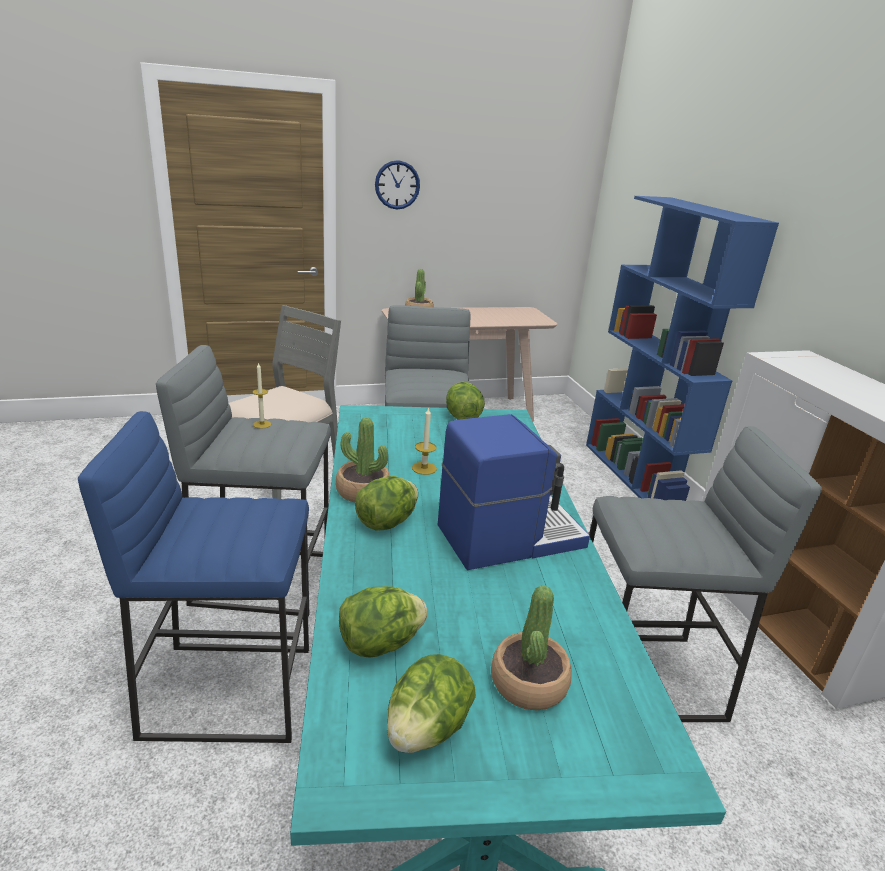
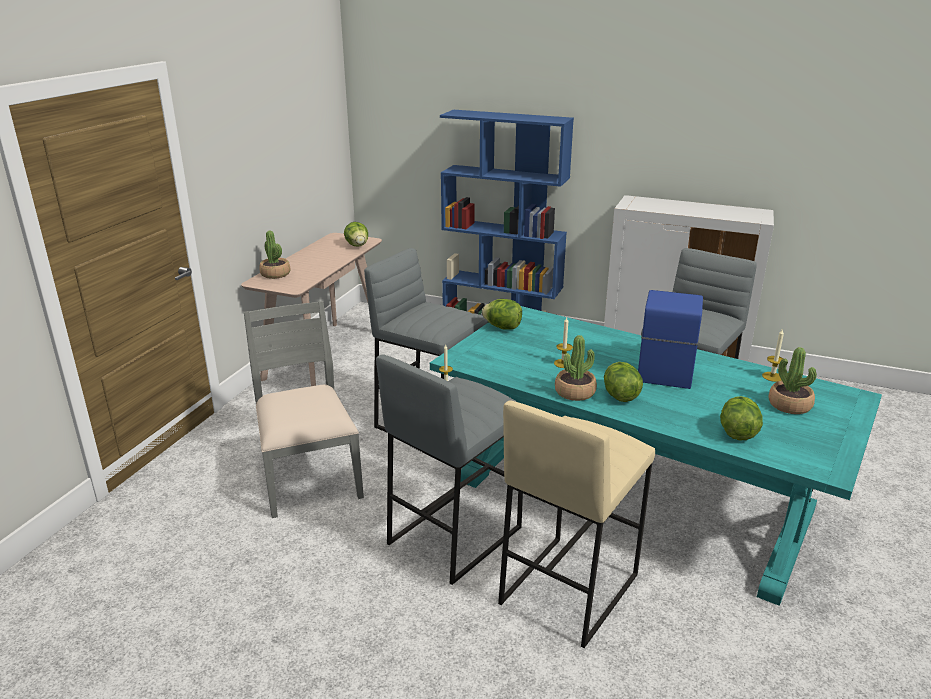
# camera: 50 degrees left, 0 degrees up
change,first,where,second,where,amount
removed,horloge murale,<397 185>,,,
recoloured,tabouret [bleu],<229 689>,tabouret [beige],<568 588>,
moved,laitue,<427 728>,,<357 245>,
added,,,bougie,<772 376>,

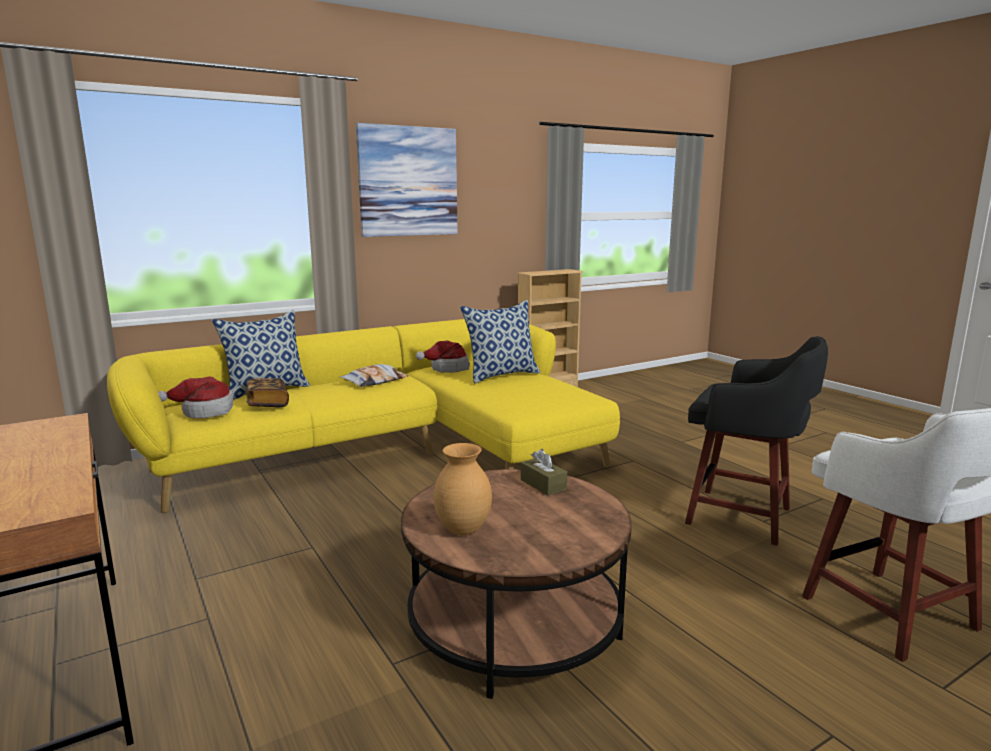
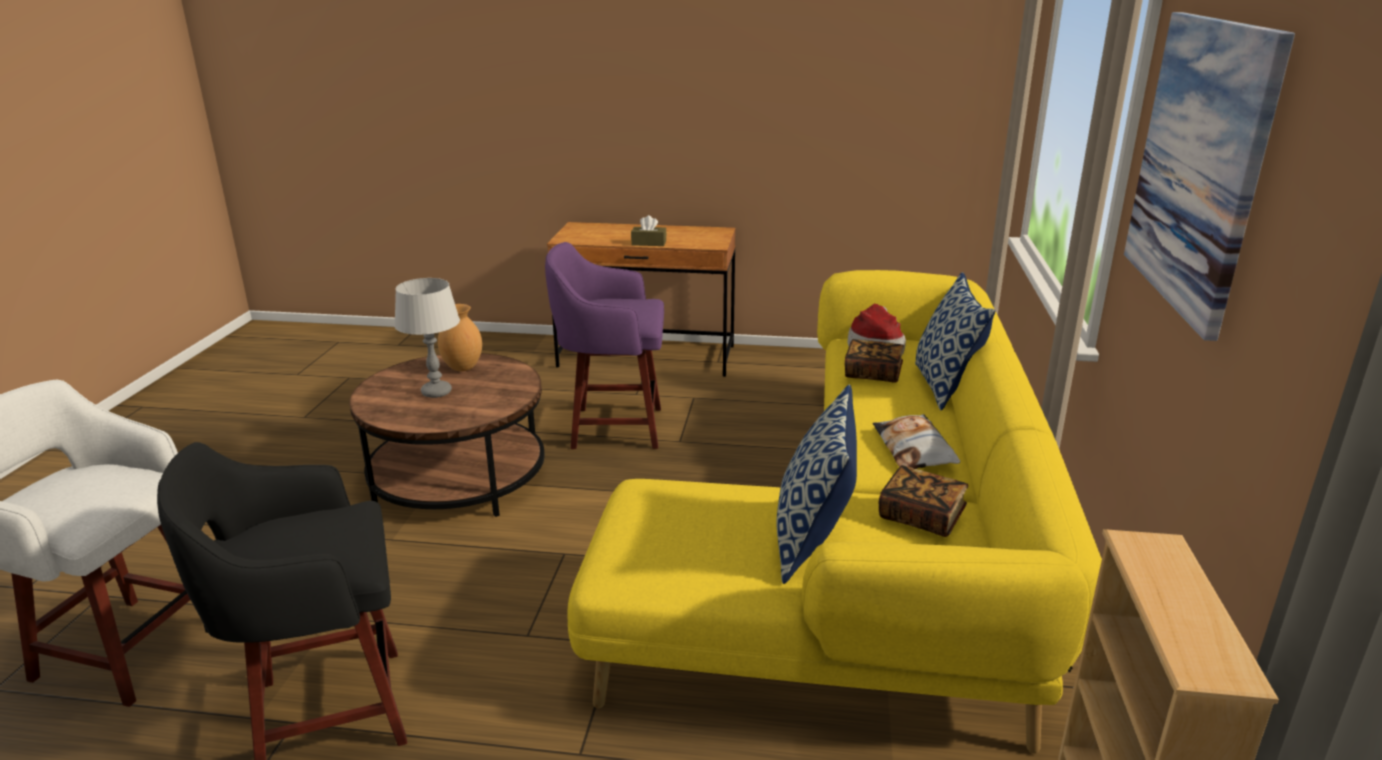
# camera: 130 degrees right, 10 degrees up
change,first,where,second,where,amount
replaced,chapeau,<447 368>,livre,<921 517>,
moved,boîte à mouchoirs [marron],<543 485>,,<649 243>,
added,,,tabouret [violet],<612 428>,
added,,,lampe de table [gris],<436 392>,

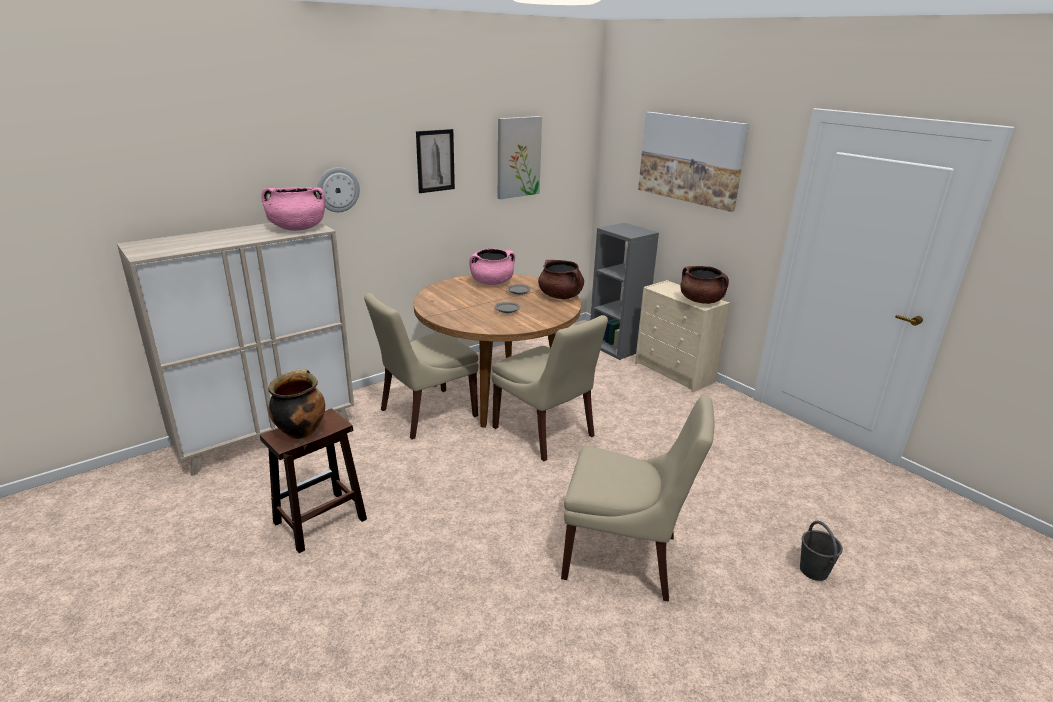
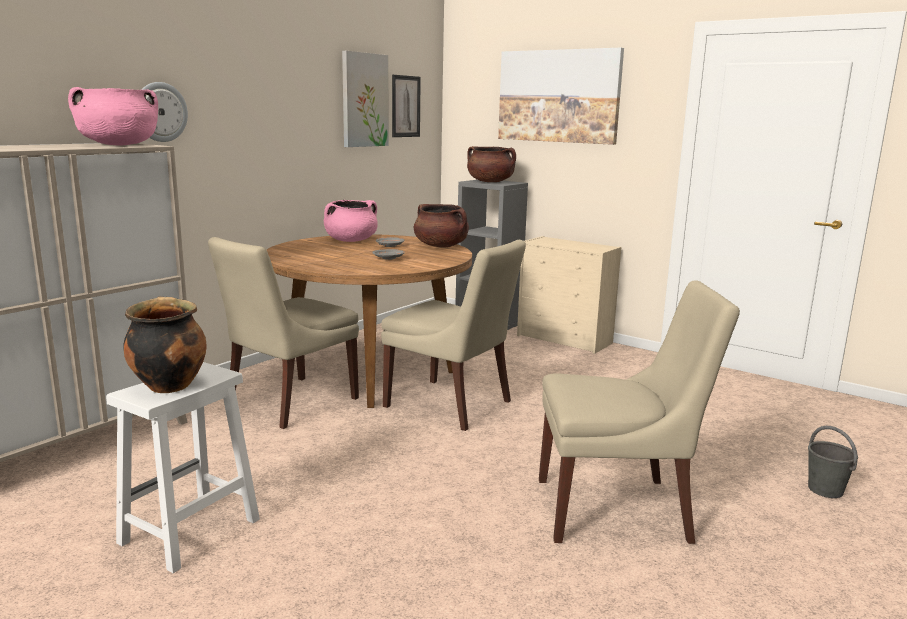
# camera: 15 degrees left, 10 degrees down
change,first,where,second,where,amount
moved,tableau,<435 161>,,<405 106>,
moved,marmite [marron],<701 301>,,<490 182>,
recoloured,tabouret [marron],<319 522>,tabouret [blanc],<188 532>,

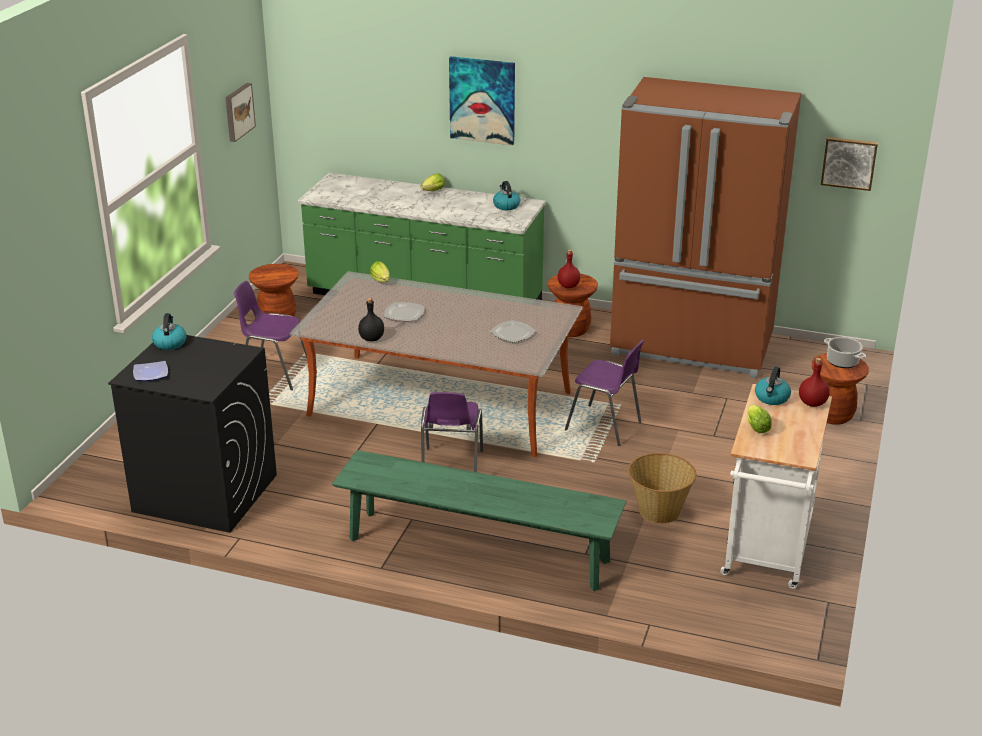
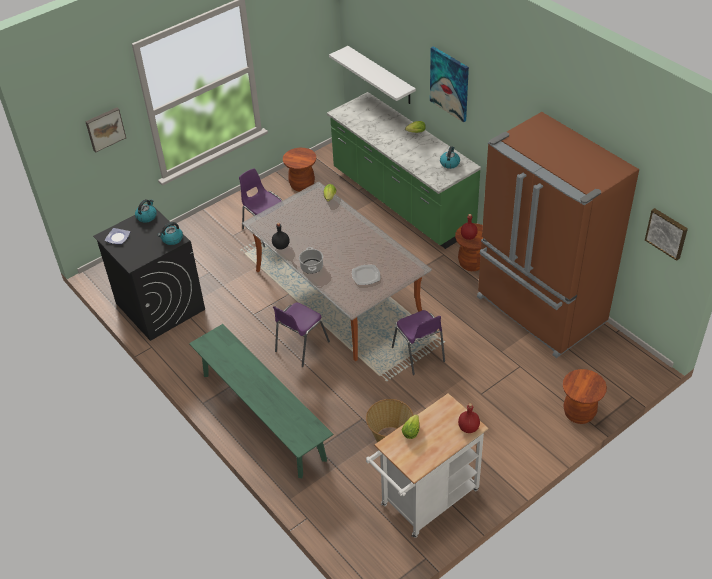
# camera: 35 degrees right, 15 degrees up
change,first,where,second,where,amount
moved,tableau,<238 111>,,<105 128>,
removed,assiette,<404 313>,,,
moved,marmite,<842 362>,,<311 267>,
moved,bouilloire,<772 398>,,<172 239>,
added,,,étagère [blanc],<381 75>,

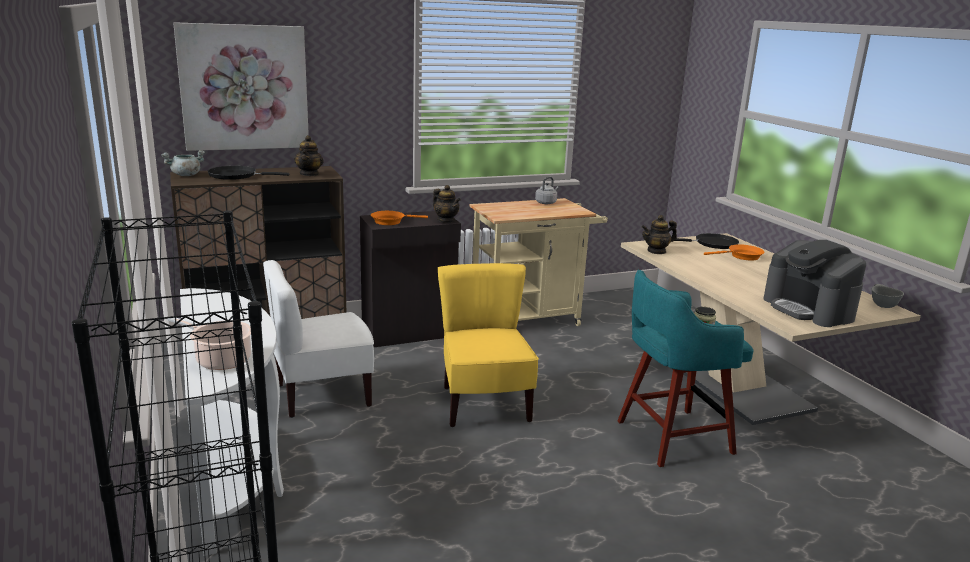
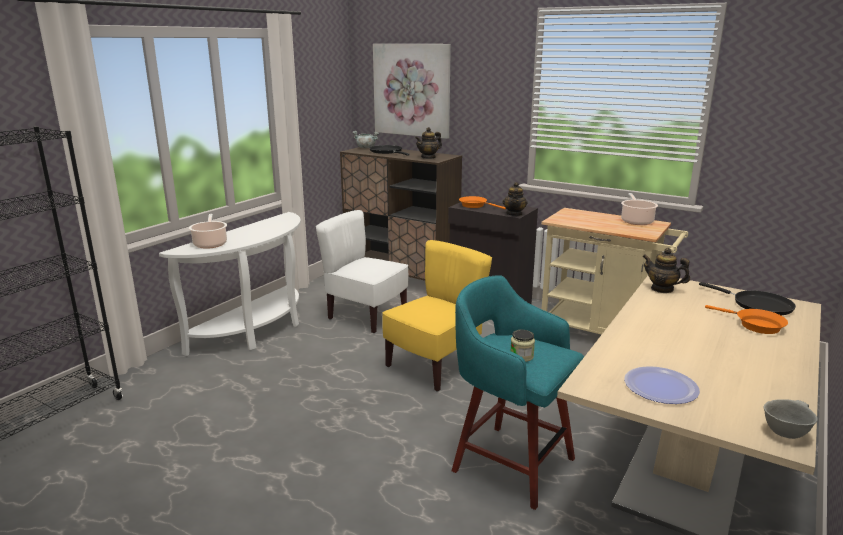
# camera: 55 degrees right, 0 degrees up
change,first,where,second,where,amount
replaced,bouilloire [gris],<546 202>,marmite,<636 221>,
replaced,machine à café,<809 309>,assiette,<661 387>,

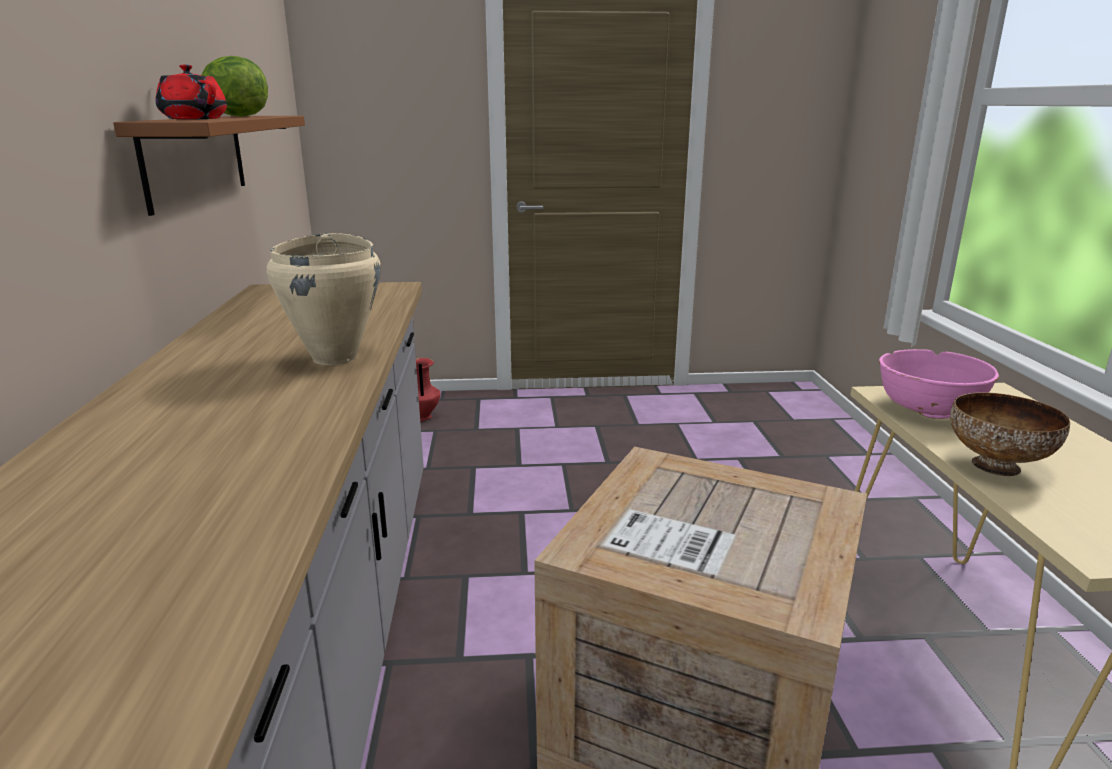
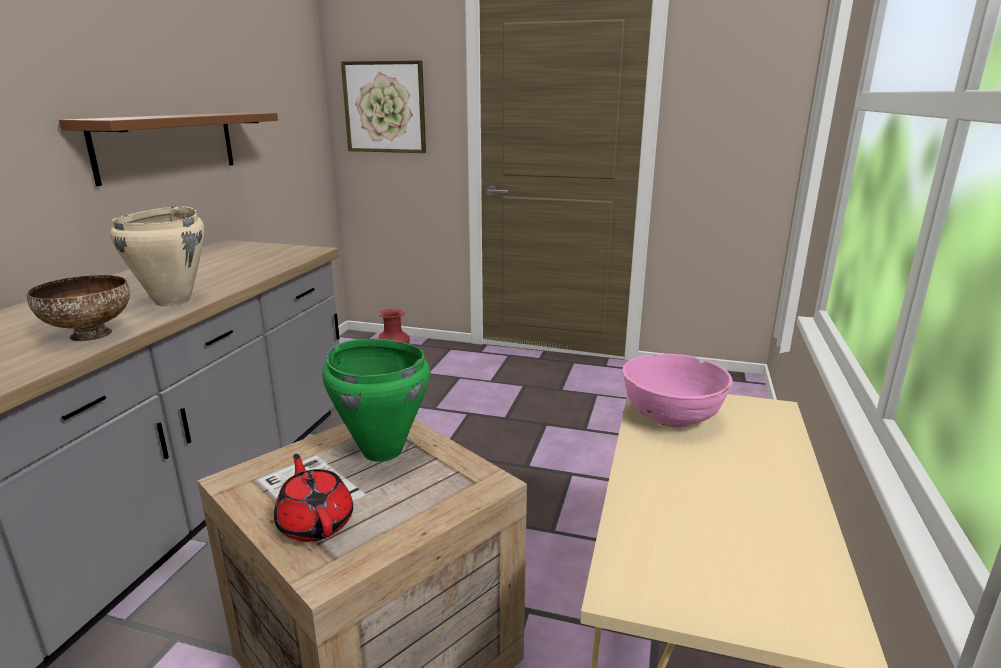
# camera: 20 degrees right, 0 degrees up
change,first,where,second,where,amount
removed,laitue,<236 116>,,,
moved,théière [rouge],<194 119>,,<315 523>,
moved,bol,<996 467>,,<89 335>,
added,,,tableau,<385 107>,
added,,,marmite [vert],<382 450>,

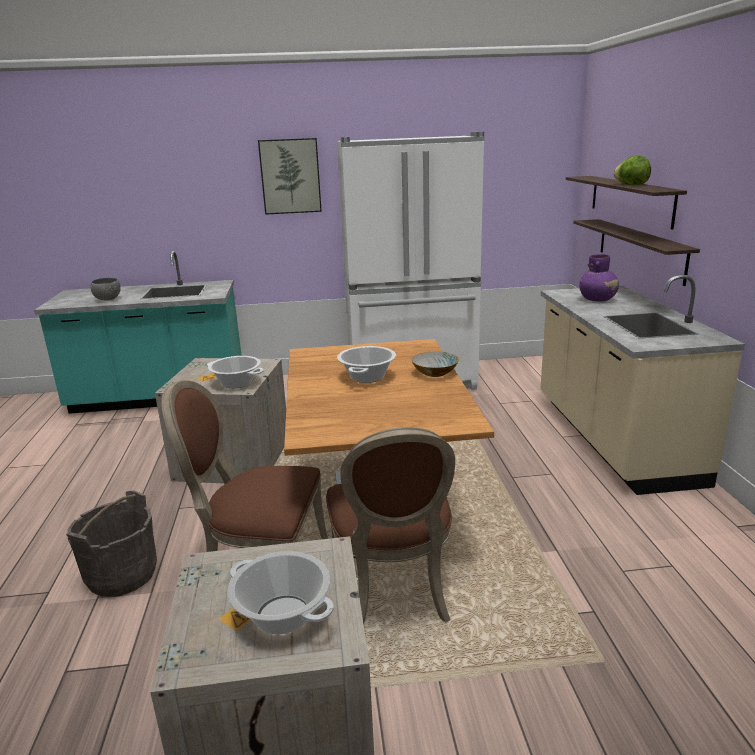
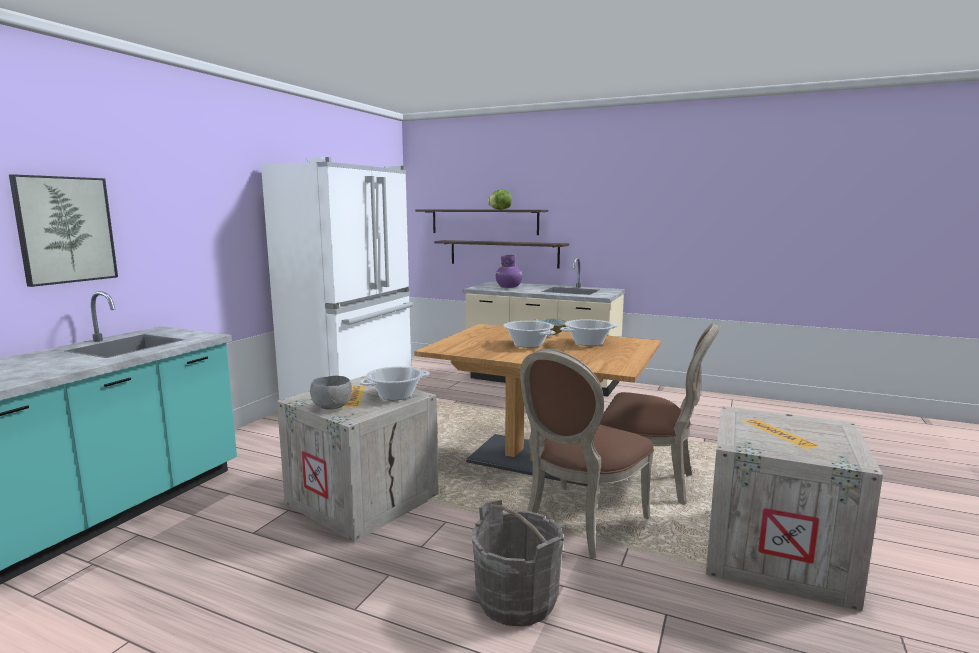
# camera: 60 degrees left, 10 degrees down
change,first,where,second,where,amount
moved,tableau,<290 176>,,<65 230>,
moved,bol [gris],<108 299>,,<332 407>,
moved,marmite,<282 615>,,<589 343>,

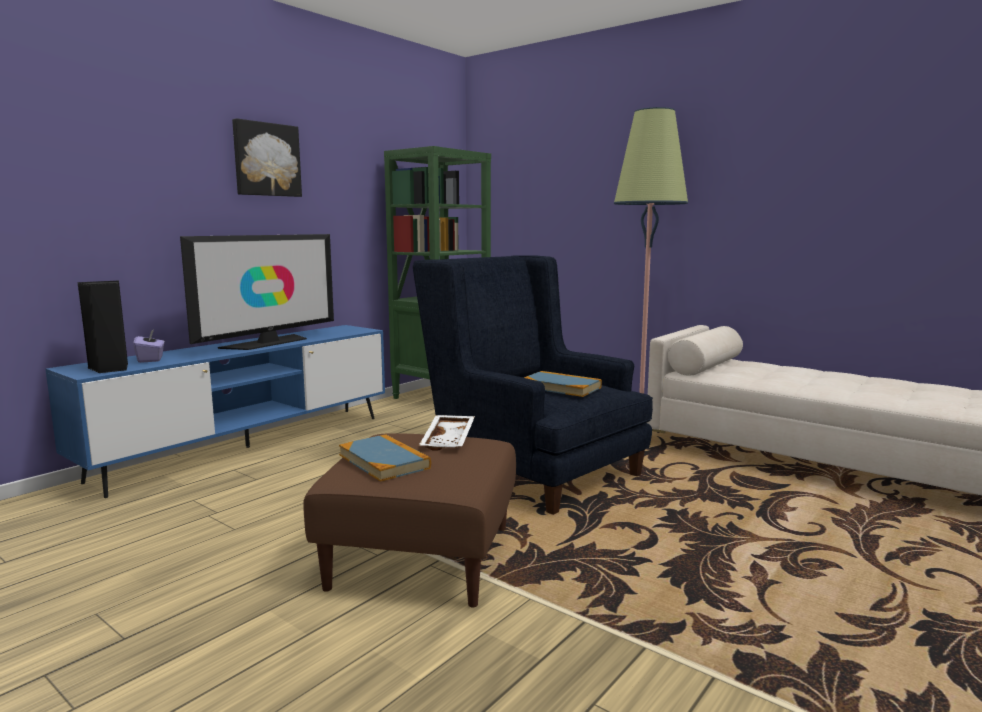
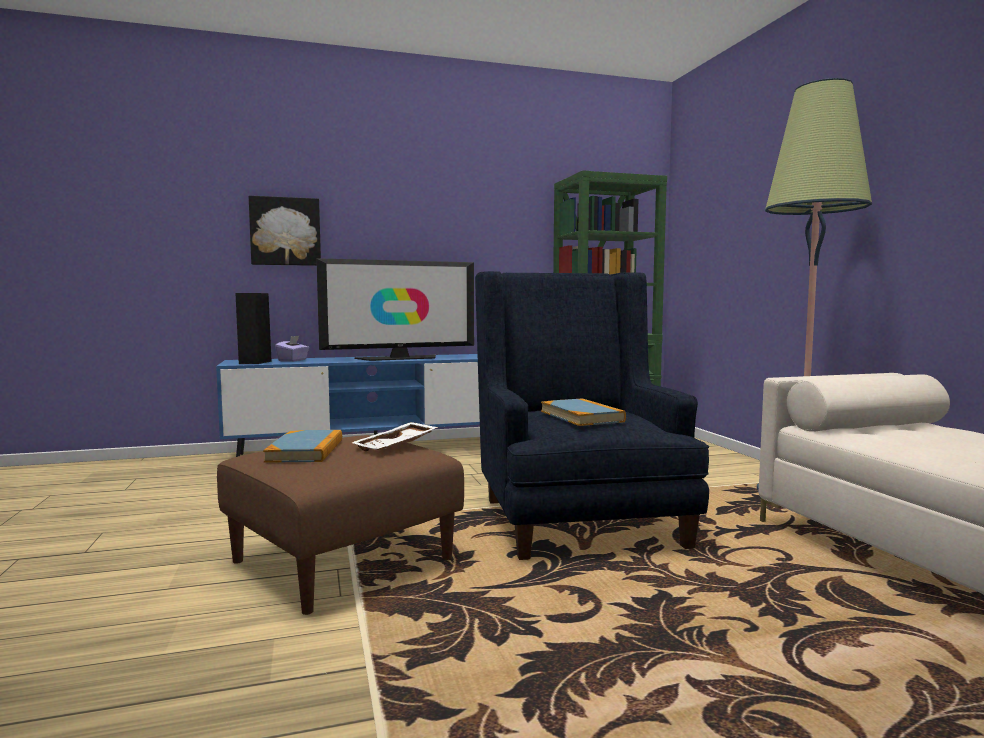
# camera: 35 degrees right, 5 degrees down
change,first,where,second,where,amount
moved,tableau,<266 159>,,<285 231>,

